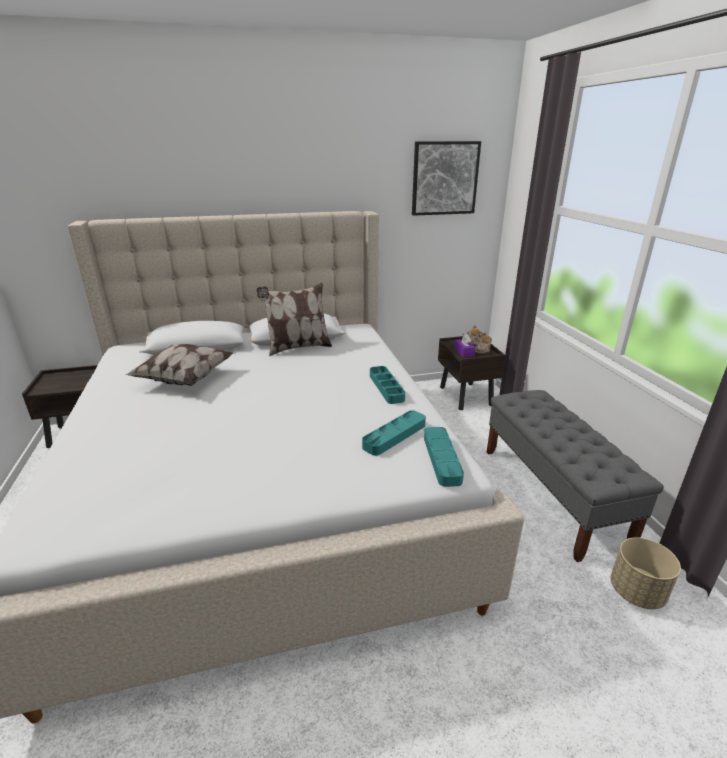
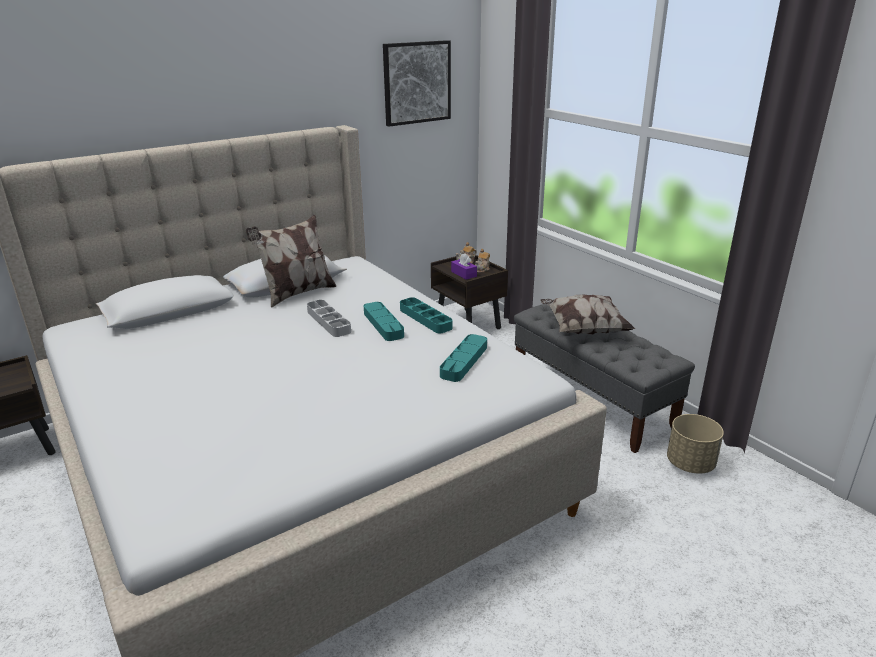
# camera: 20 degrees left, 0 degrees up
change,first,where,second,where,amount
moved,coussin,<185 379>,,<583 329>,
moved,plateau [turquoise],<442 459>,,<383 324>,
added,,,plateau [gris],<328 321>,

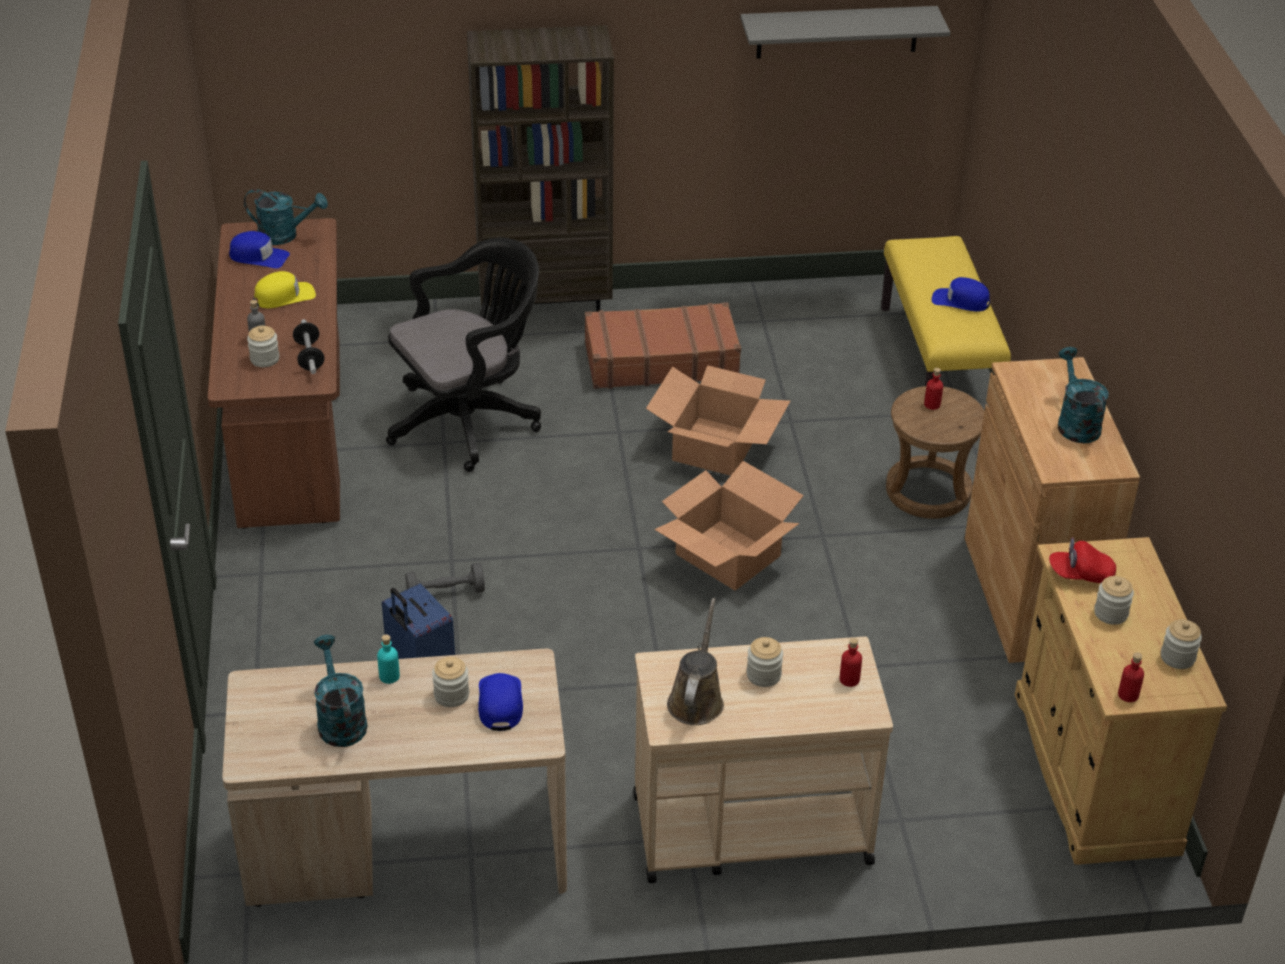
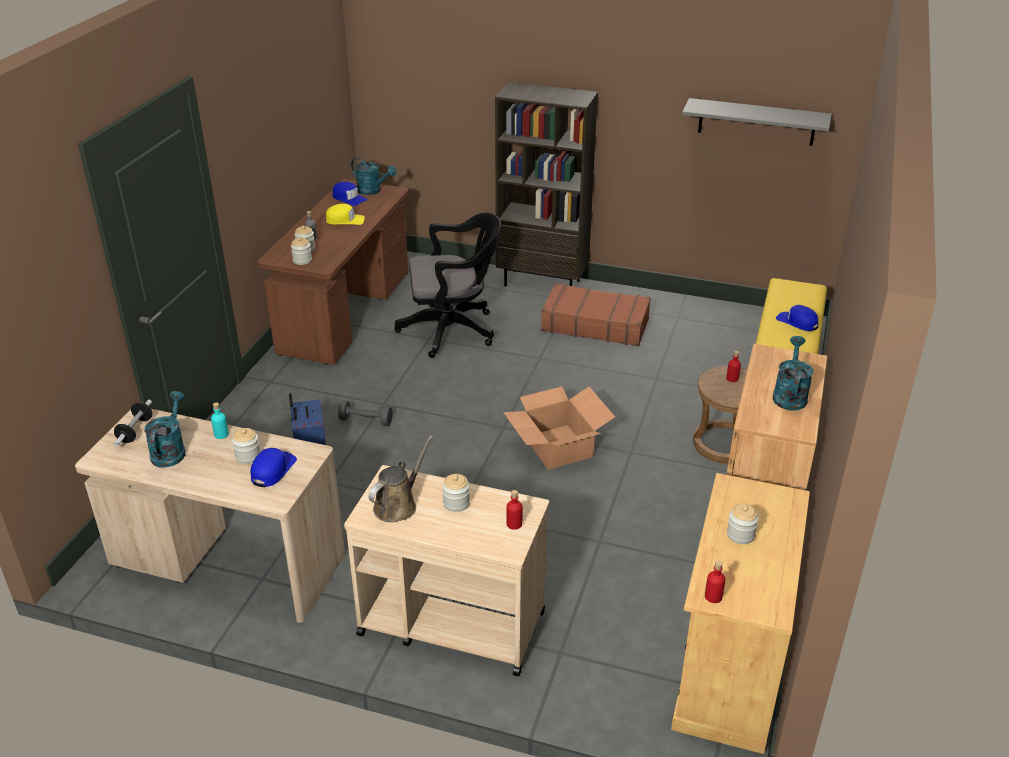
# camera: 25 degrees right, 5 degrees down
change,first,where,second,where,amount
moved,haltère,<309 356>,,<135 431>,
removed,carton,<716 447>,,,
removed,casquette [rouge],<1080 574>,,,
moved,bocal,<1177 657>,,<302 260>,

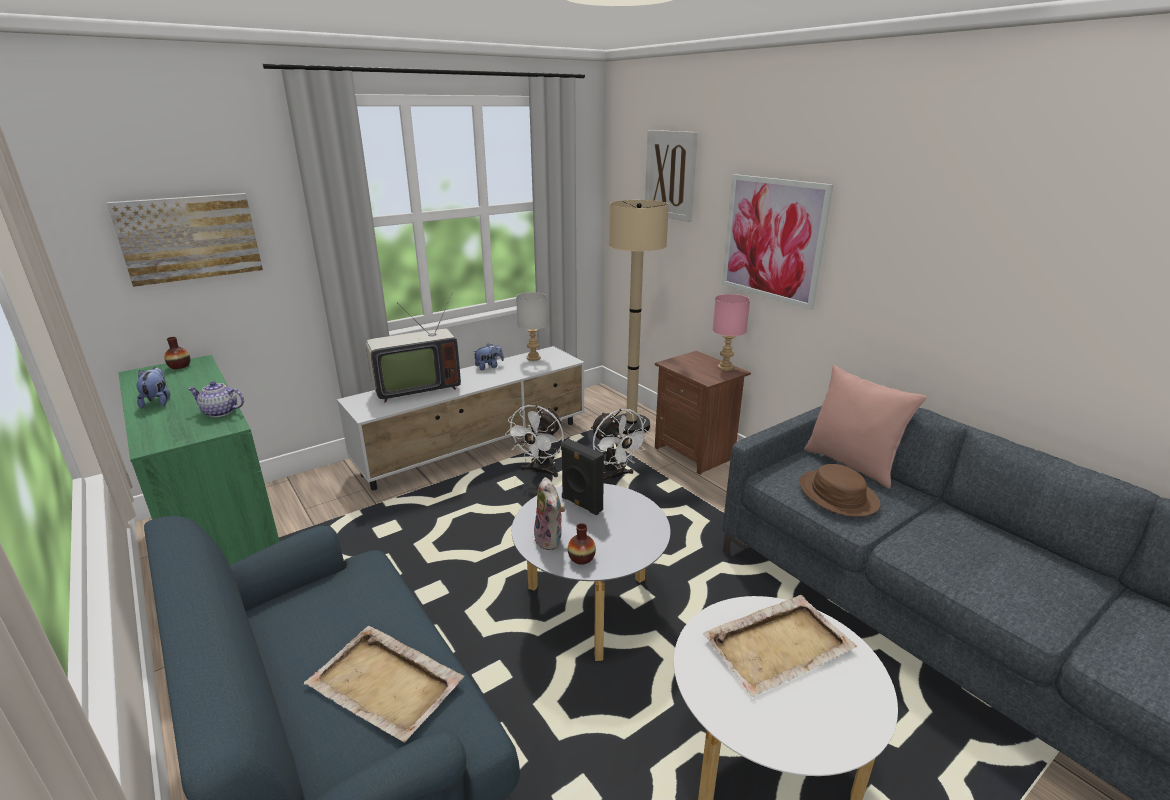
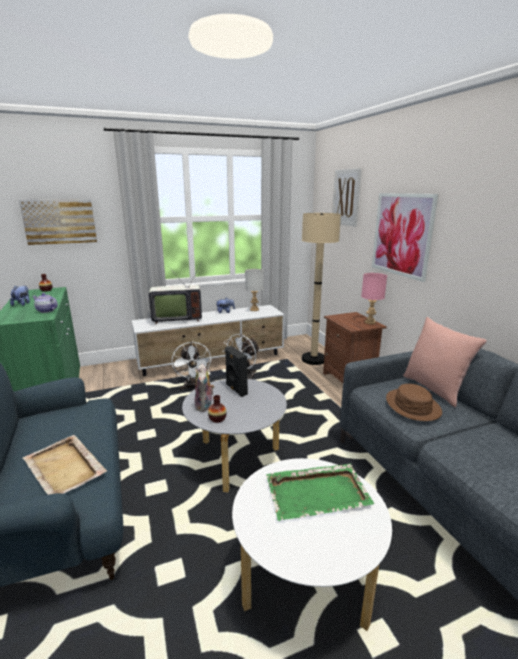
# camera: 15 degrees right, 5 degrees down
change,first,where,second,where,amount
moved,ventilateur [blanc],<614 477>,,<193 387>,
recoloured,plateau [beige],<779 645>,plateau [vert],<318 493>,

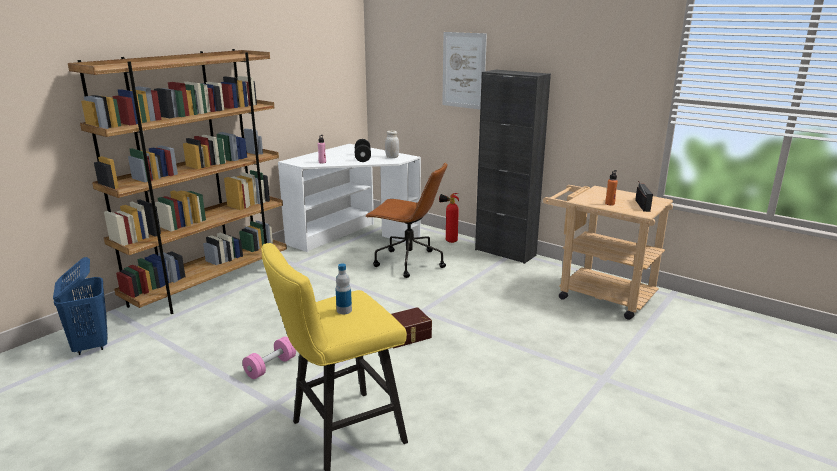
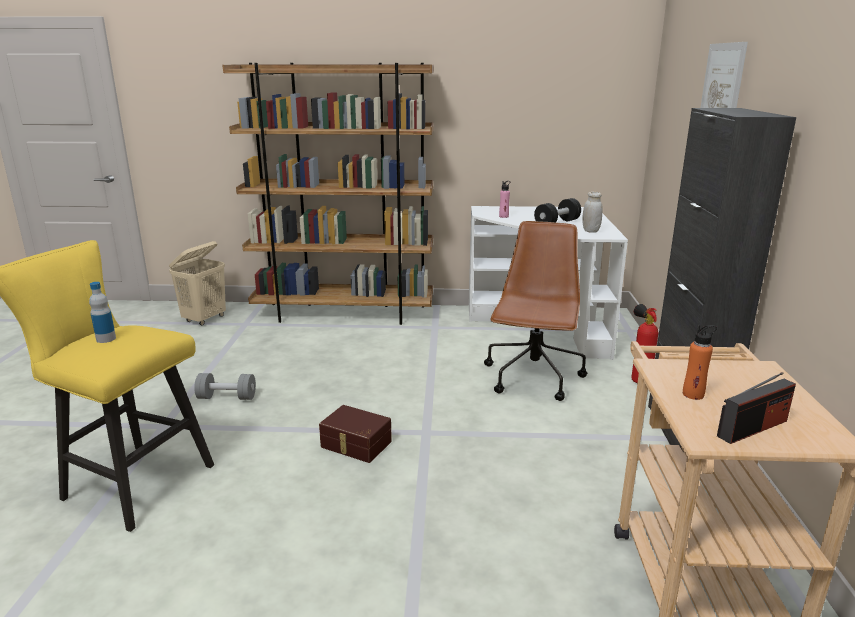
# camera: 55 degrees right, 0 degrees up
change,first,where,second,where,amount
turned,chaise de bureau [marron],<408 262>,,<533 378>,150 degrees counterclockwise
recoloured,panier à linge [bleu],<91 345>,panier à linge [beige],<205 319>,
recoloured,haltère [rose],<270 367>,haltère [gris],<227 397>,

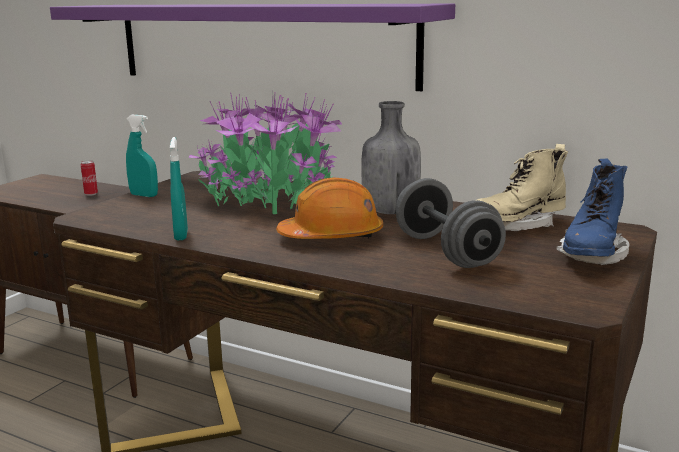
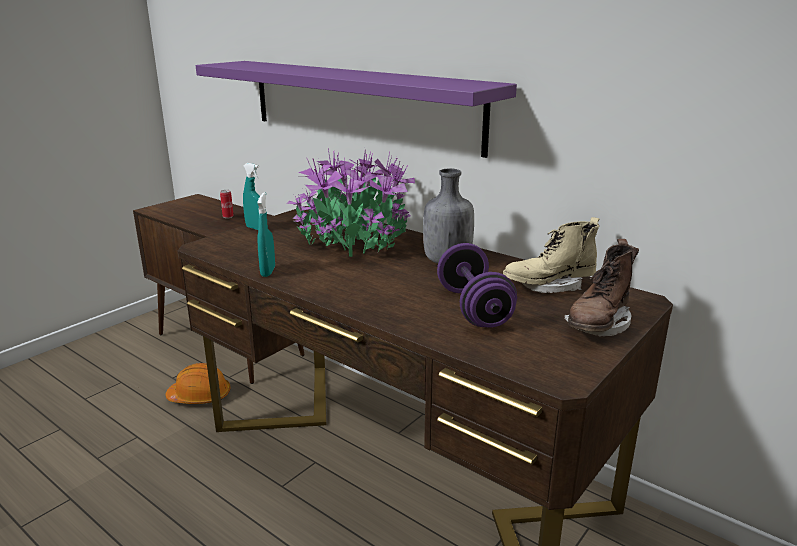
# camera: 10 degrees right, 5 degrees up
change,first,where,second,where,amount
recoloured,botte [bleu],<591 256>,botte [marron],<598 325>,
moved,casque de chantier [orange],<332 236>,,<200 396>,
recoloured,haltère [gris],<446 251>,haltère [violet],<473 308>,

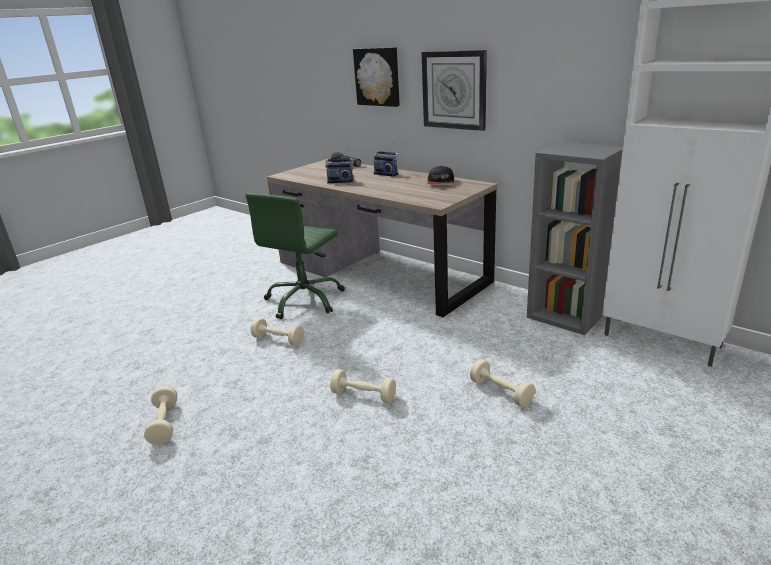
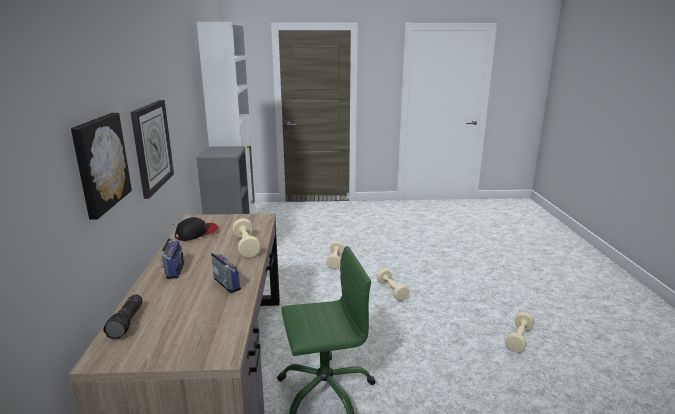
# camera: 135 degrees left, 5 degrees down
change,first,where,second,where,amount
moved,haltère [beige],<278 340>,,<246 246>,

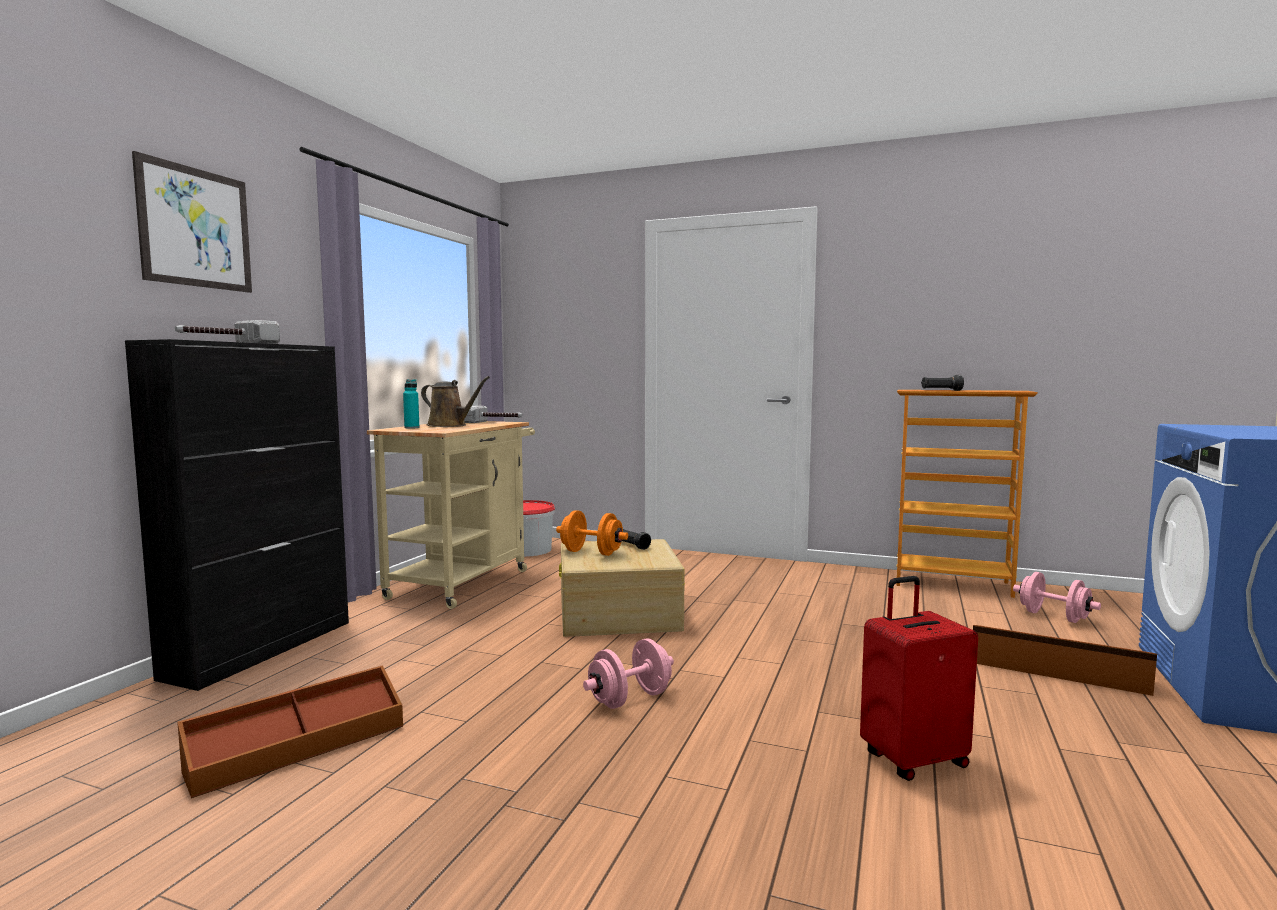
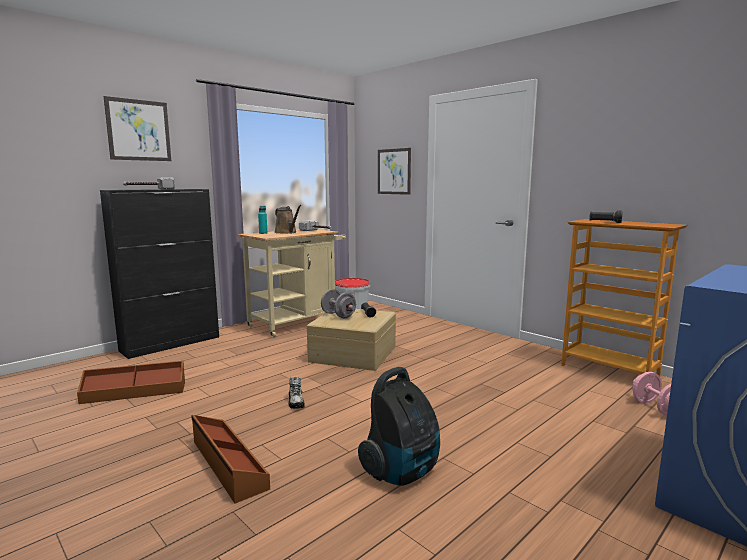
# camera: 25 degrees right, 5 degrees up
change,first,where,second,where,amount
recoloured,haltère [orange],<591 553>,haltère [gris],<338 315>,
replaced,valise [rouge],<913 759>,aspirateur,<402 472>,
moved,boîte de rangement [marron],<1056 671>,,<227 464>,
replaced,haltère [rose],<630 699>,chaussure,<296 402>,
added,,,tableau,<394 171>,

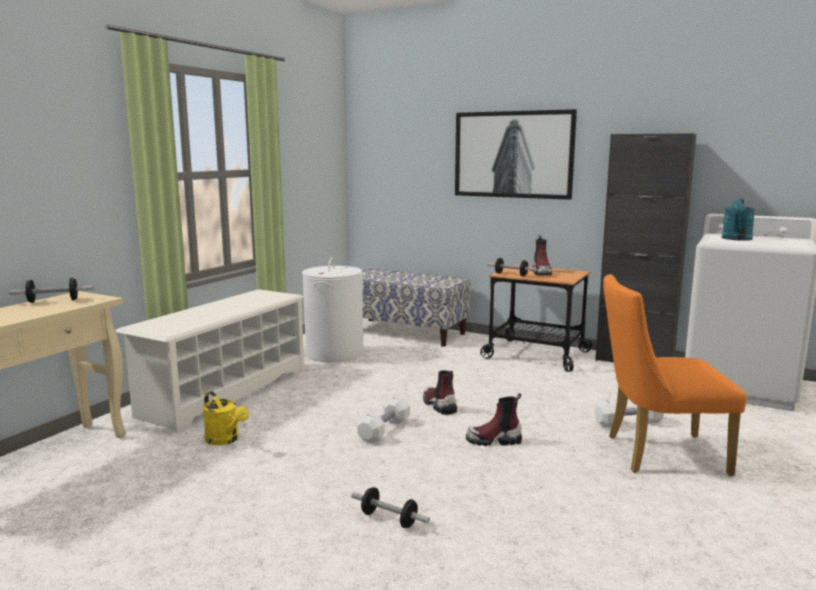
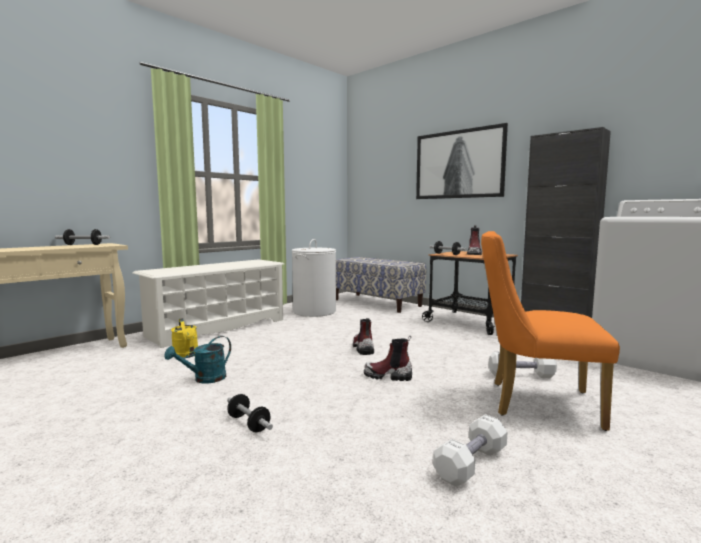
# camera: 15 degrees right, 5 degrees down
change,first,where,second,where,amount
moved,arrosoir [turquoise],<736 239>,,<204 379>,
moved,haltère [blanc],<384 430>,,<471 464>,

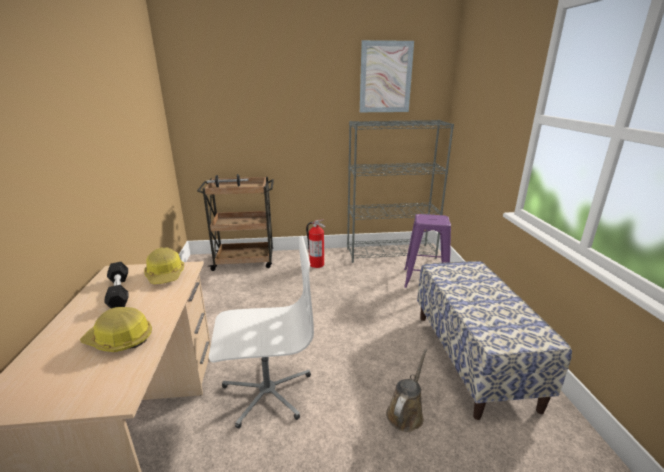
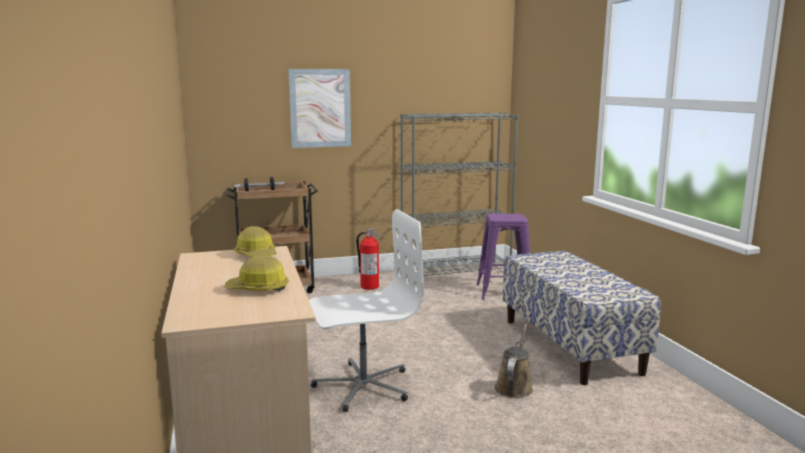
# camera: 10 degrees left, 10 degrees down
change,first,where,second,where,amount
moved,tableau,<385 77>,,<320 108>,
removed,haltère [noir],<119 292>,,,

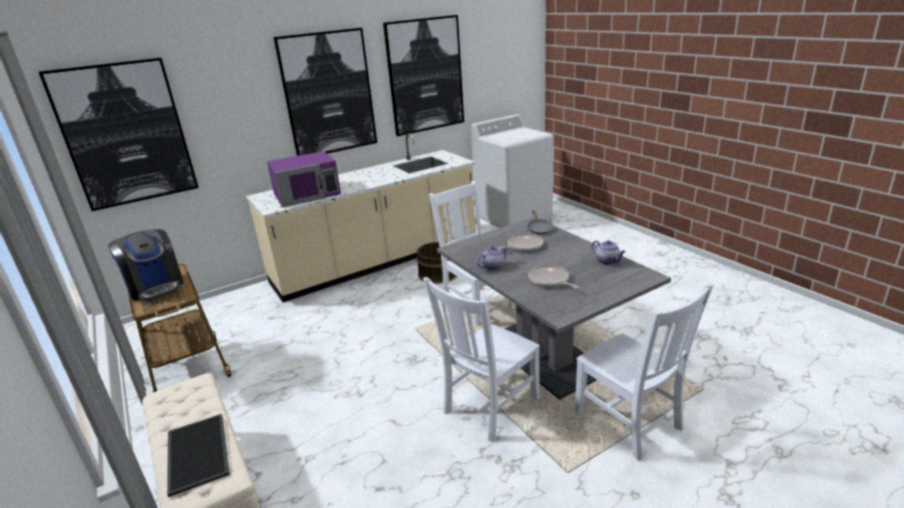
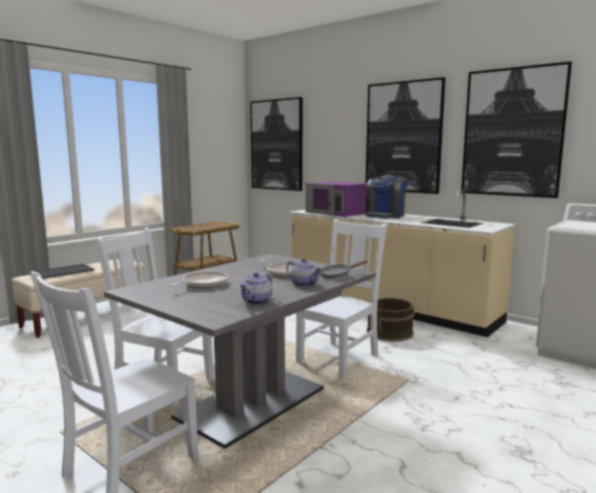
# camera: 70 degrees right, 15 degrees down
change,first,where,second,where,amount
moved,machine à café,<155 287>,,<385 216>,
moved,théière,<493 266>,,<304 284>,

